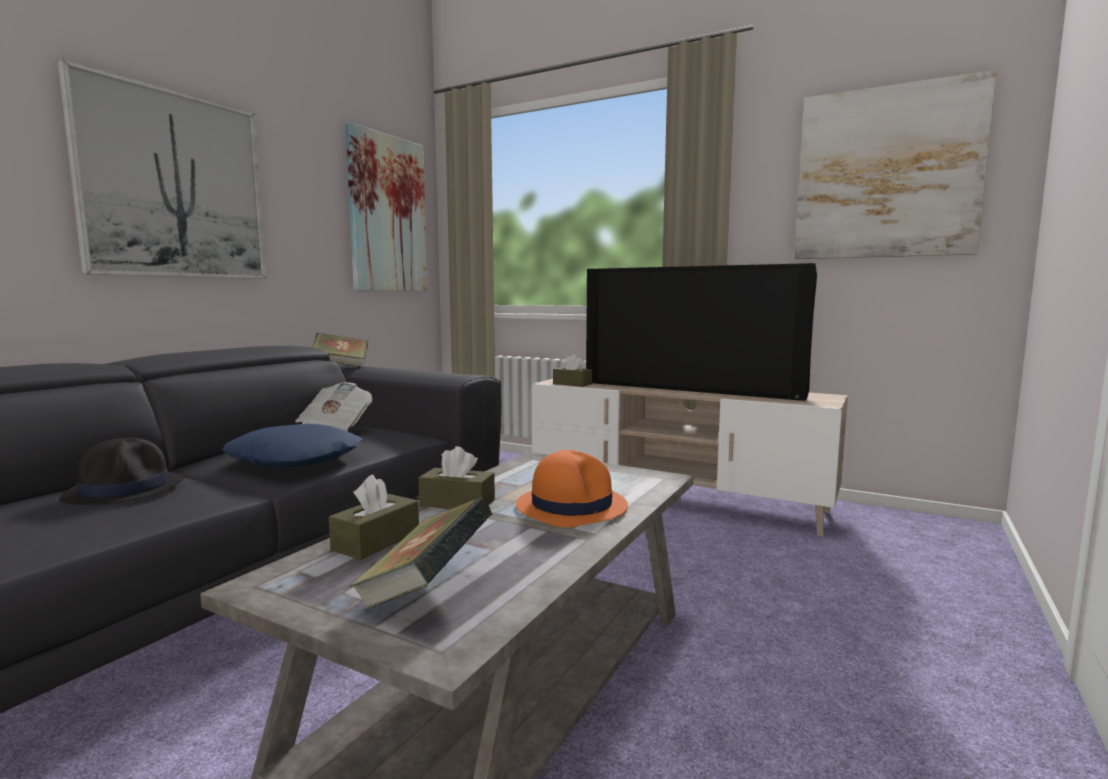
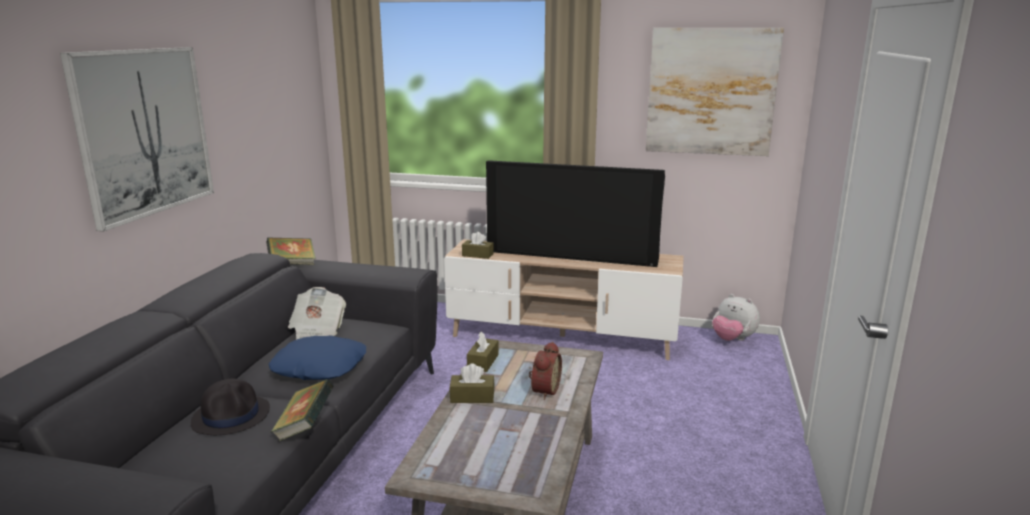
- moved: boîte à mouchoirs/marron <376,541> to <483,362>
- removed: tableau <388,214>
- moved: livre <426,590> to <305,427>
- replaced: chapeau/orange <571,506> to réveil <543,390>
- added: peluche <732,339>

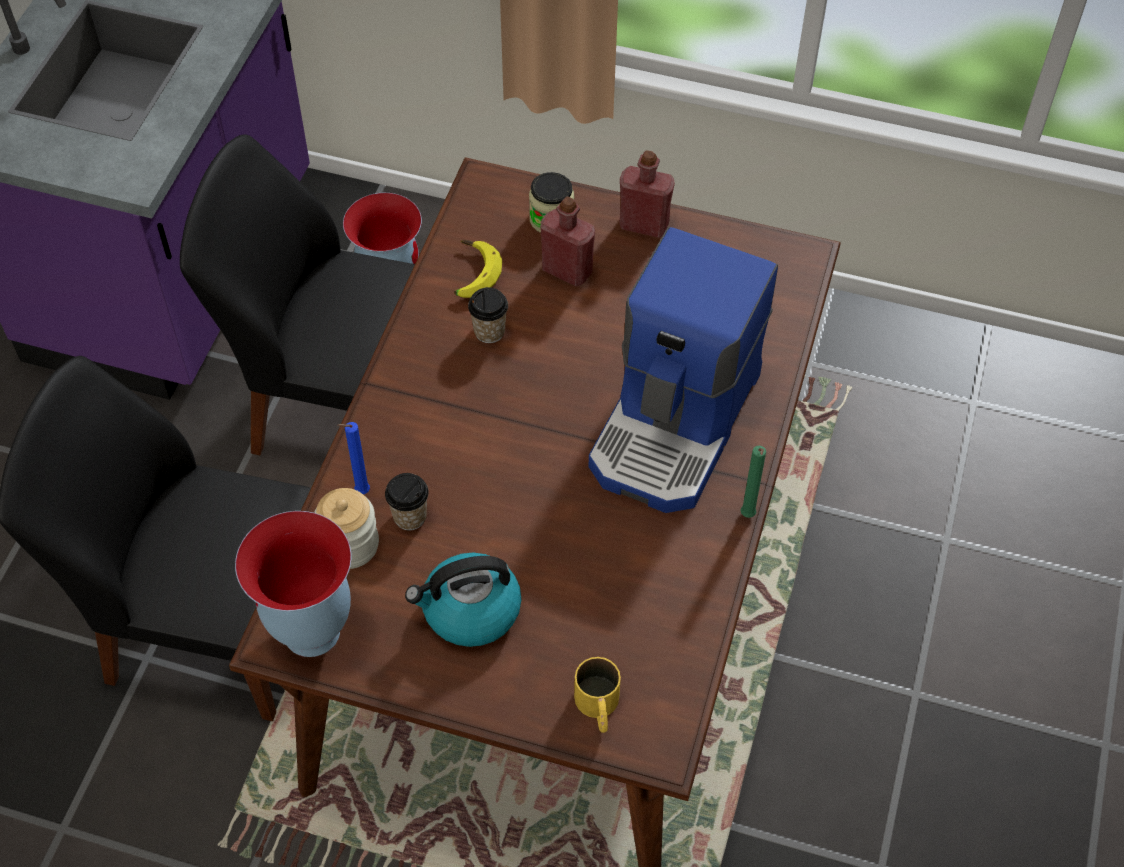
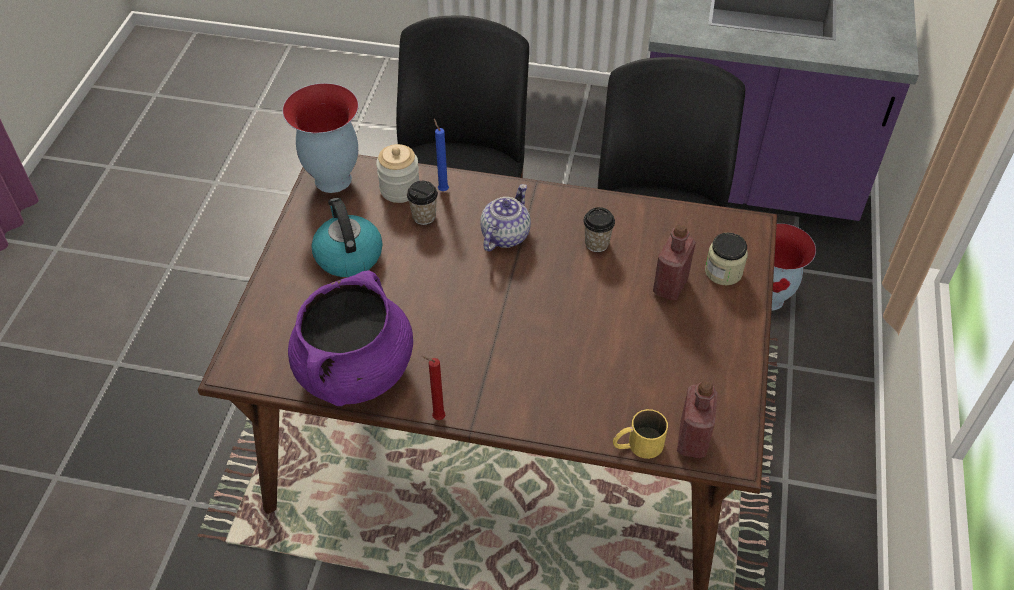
- removed: banane <471,274>
- moved: mug/jaune <598,708> to <637,445>
- removed: machine à café <676,424>
- moved: bouteille/rouge <644,225> to <692,439>
- recoloured: bougie/vert <747,517> to bougie/rouge <436,417>
- added: marmite/violet <355,371>
- added: théière <505,235>

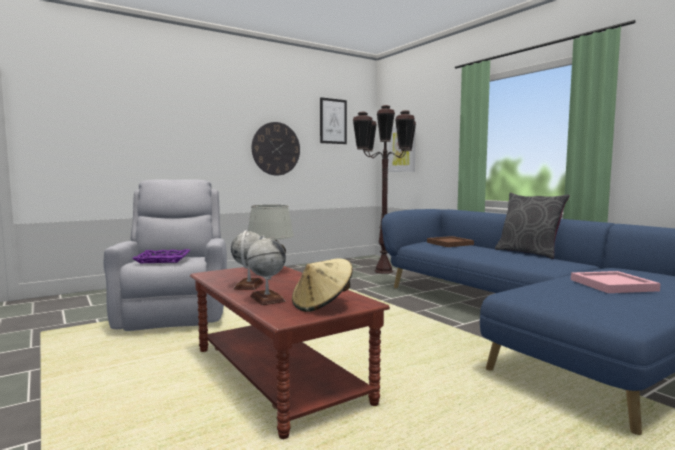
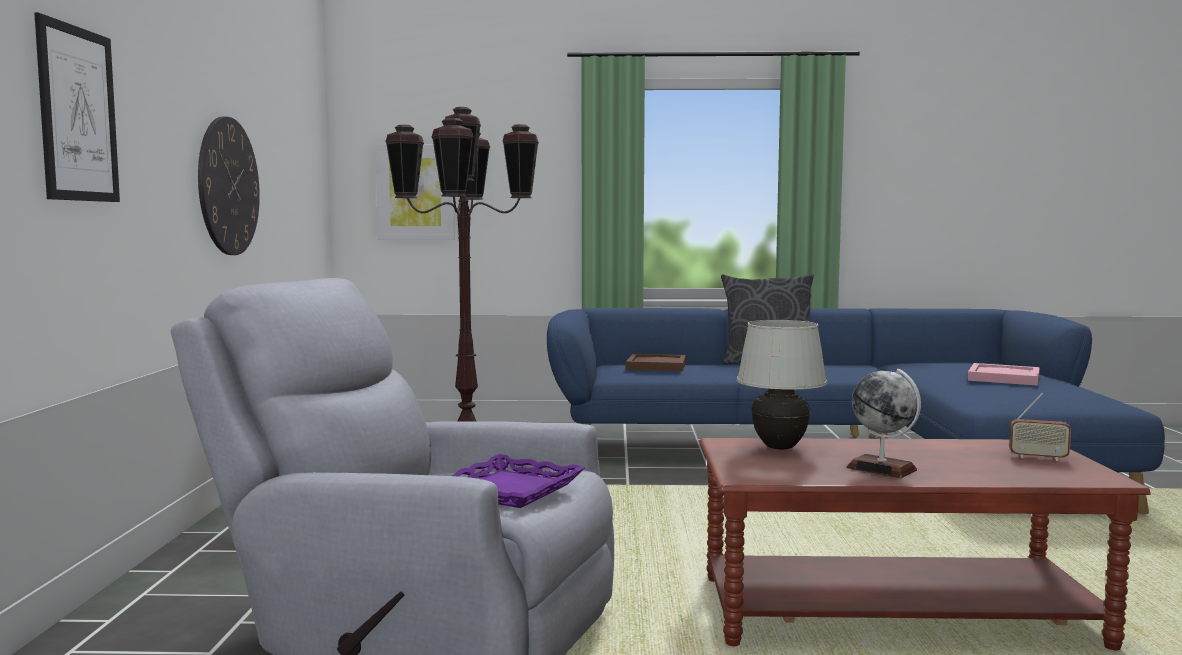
- removed: globe <267,299>
- replaced: chapeau/beige <322,305> to radio <1038,458>
- moved: tableau <333,121> to <78,114>

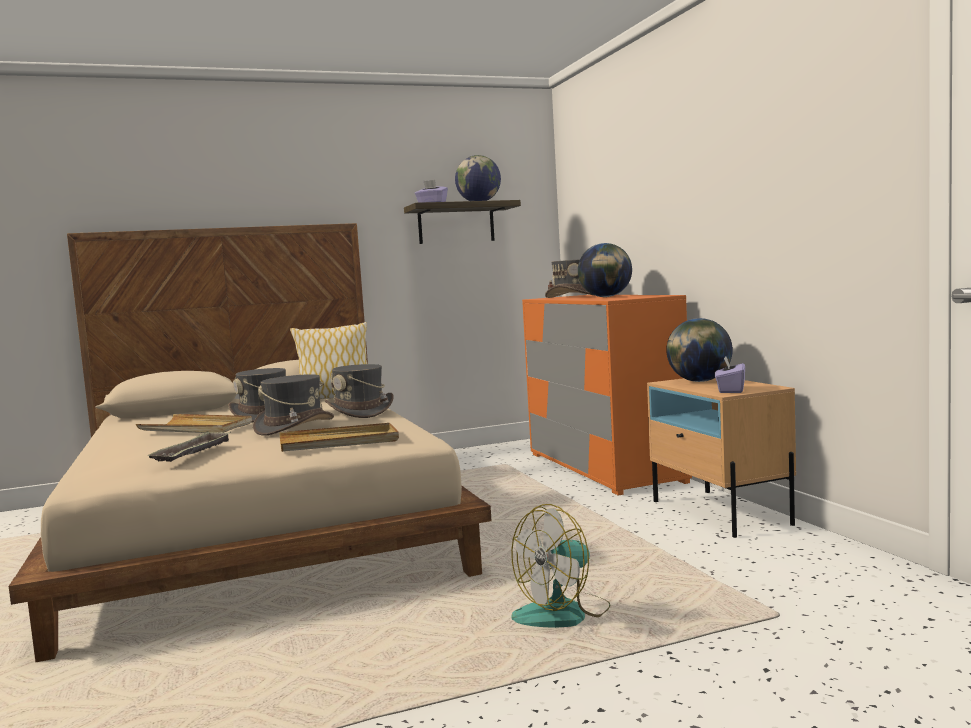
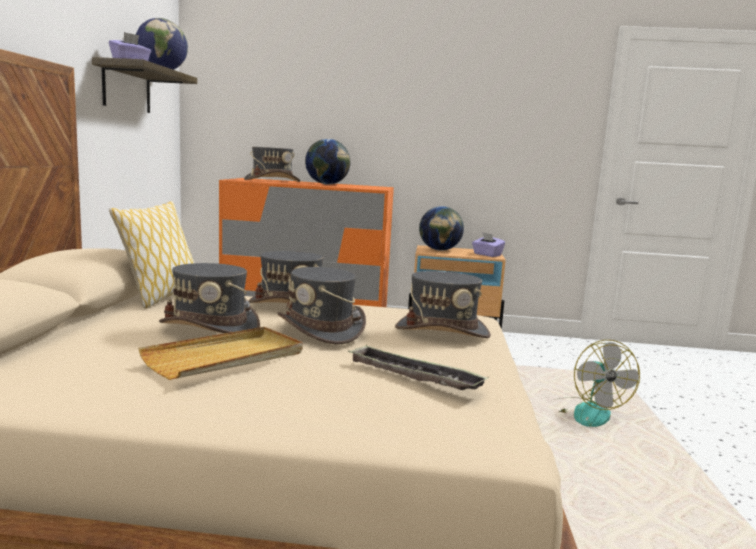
- replaced: plateau/beige <339,442> to chapeau/gris <442,331>

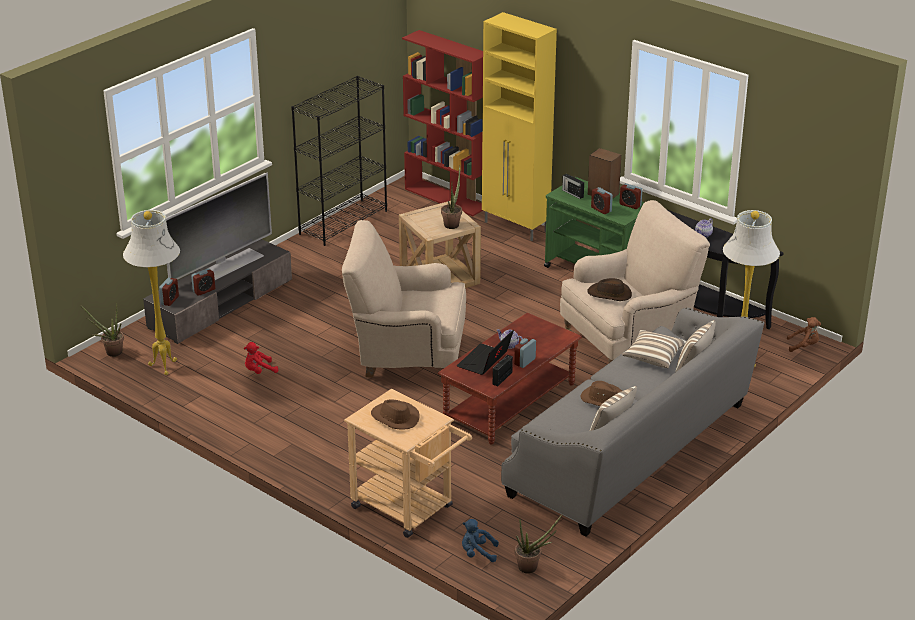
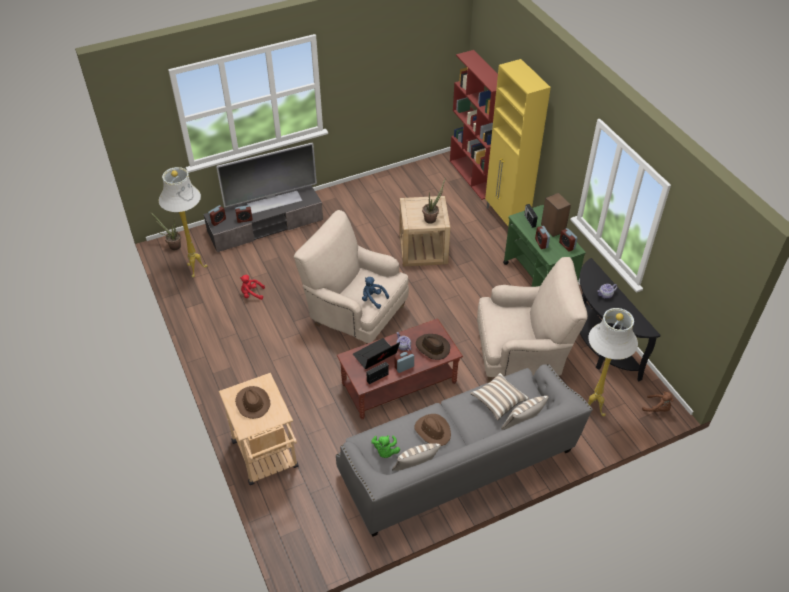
- removed: bibliothèque/noir <343,222>
- moved: peluche/bleu <477,553> to <373,299>
- removed: plante en pot <532,567>
- moved: chapeau/marron <609,294> to <432,348>
- added: peluche/vert <385,451>

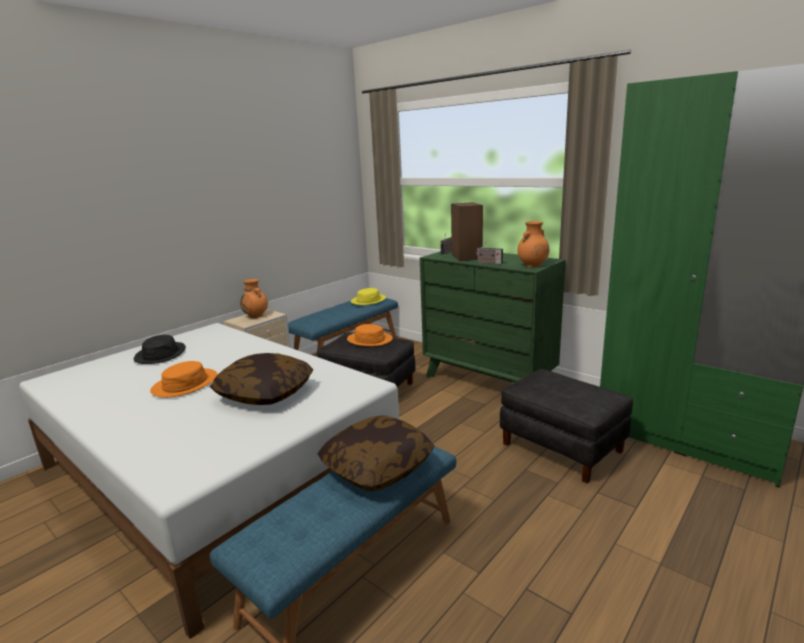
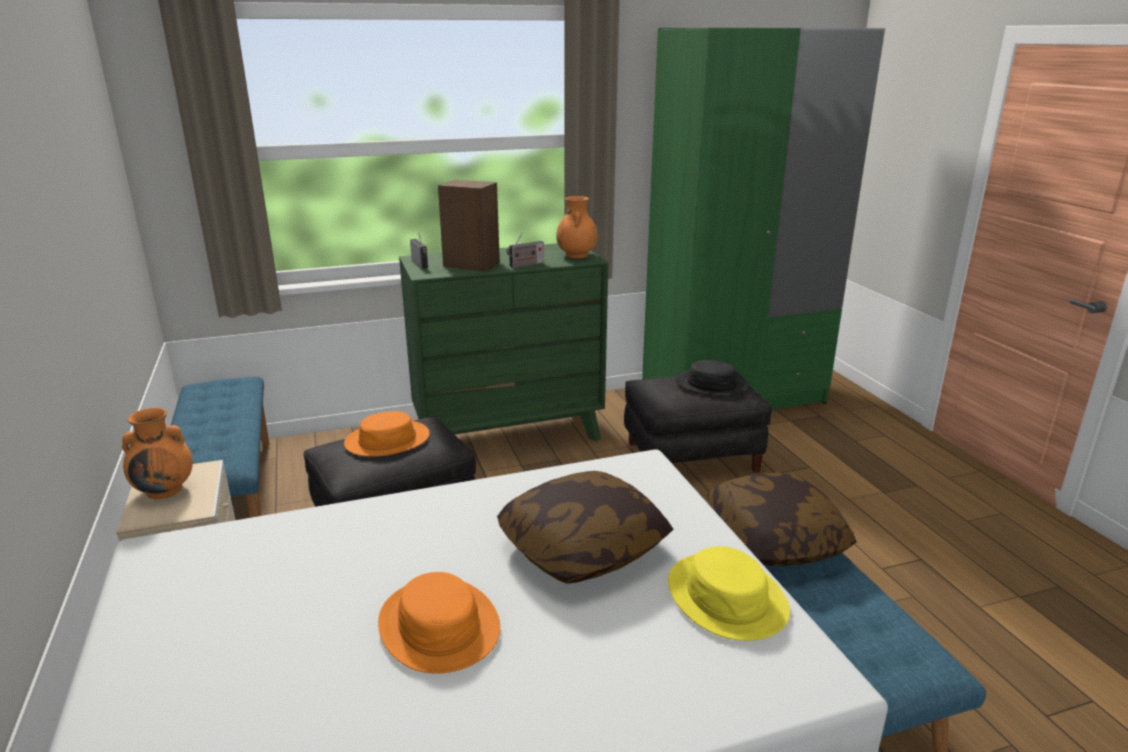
- moved: chapeau/noir <160,354> to <711,384>
- moved: chapeau/jaune <368,300> to <727,597>

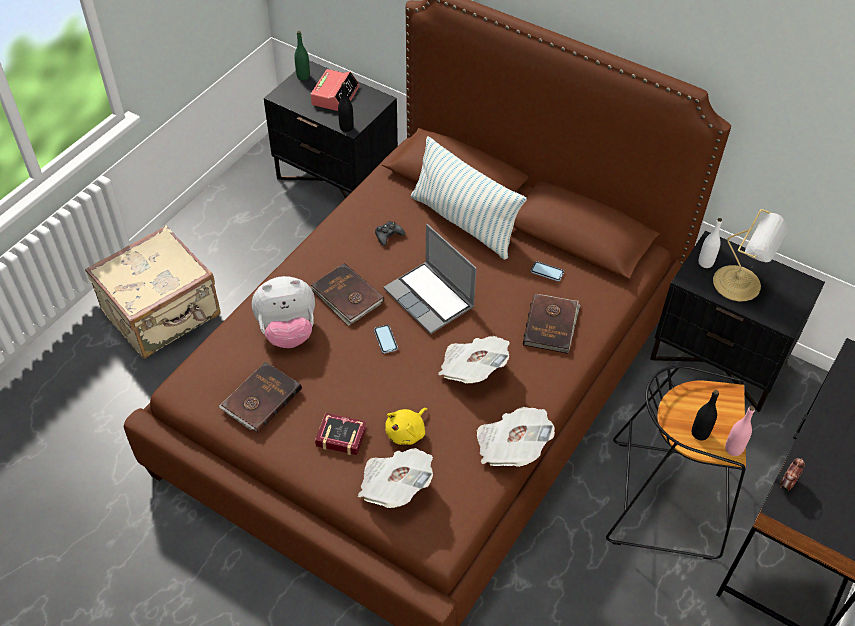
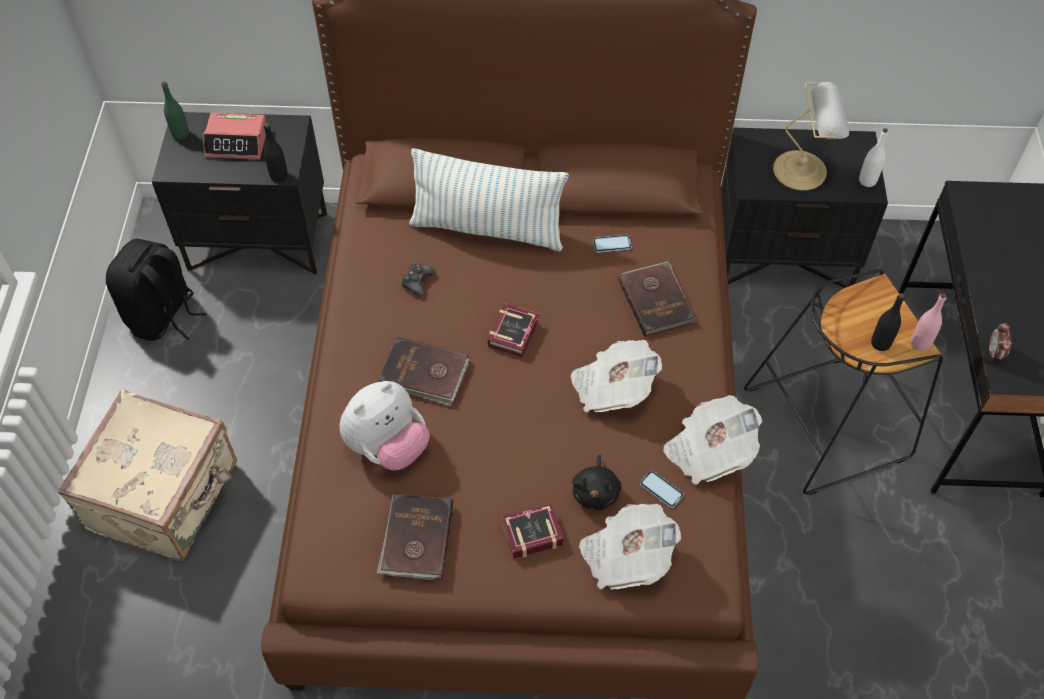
- turned: réveil <335,96> = <237,142> 105 degrees clockwise
- moved: téléphone <385,339> to <661,490>
- replaced: ordinateur portable <430,299> to livre <515,332>
- recoloured: peluche/jaune <407,432> to peluche/noir <596,491>
- moved: bouteille/blanc <705,263> to <867,181>
- added: sac à dos/noir <163,316>

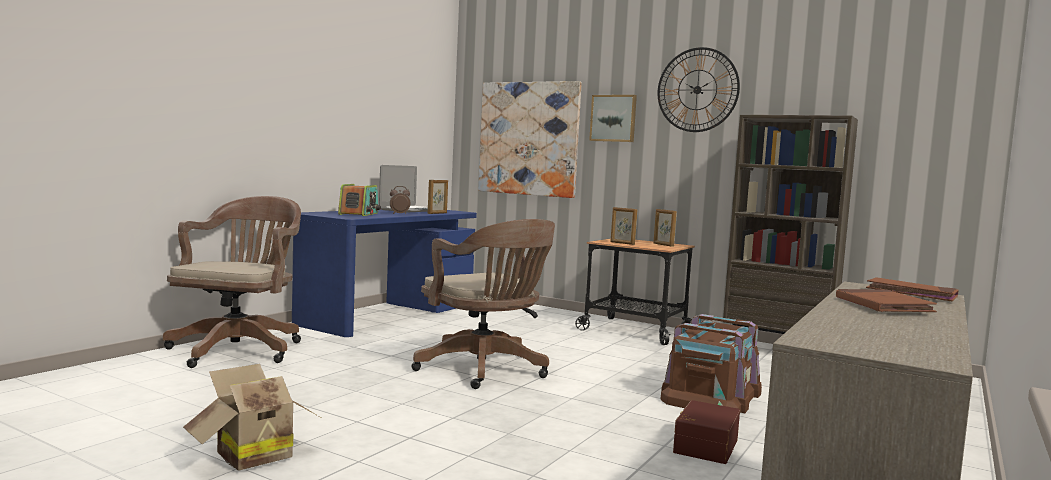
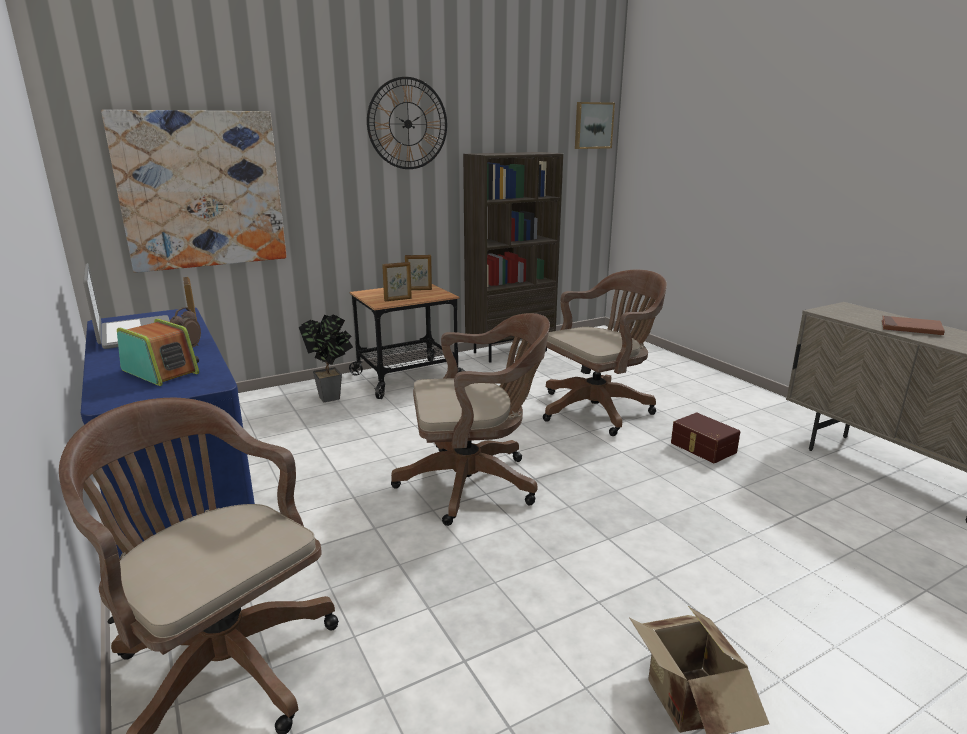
- moved: tableau <613,118> to <593,125>
- replaced: boîte de rangement/marron <712,395> to chaise de bureau/marron <599,409>
- removed: livre/marron <911,294>
- added: plante en pot <333,398>

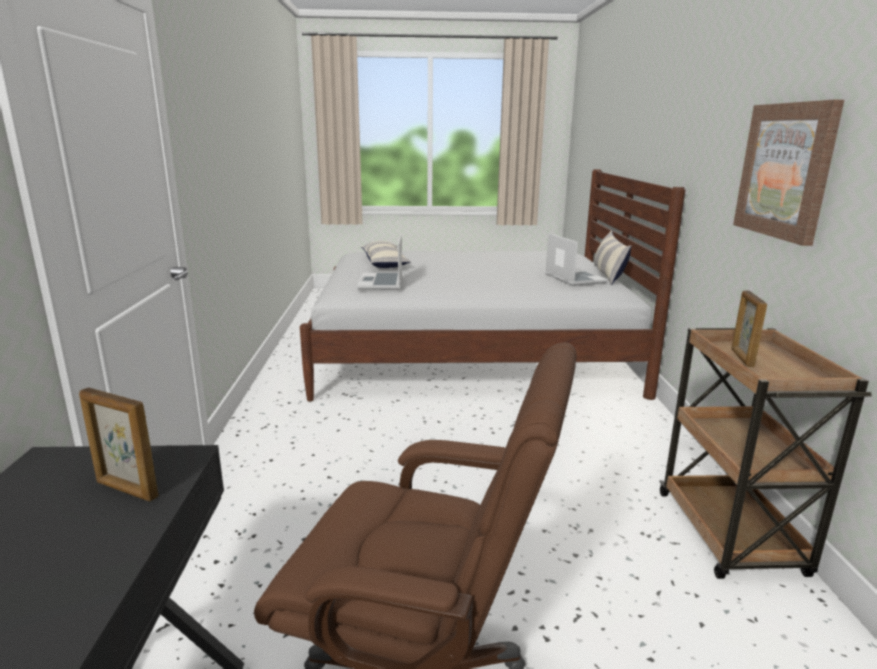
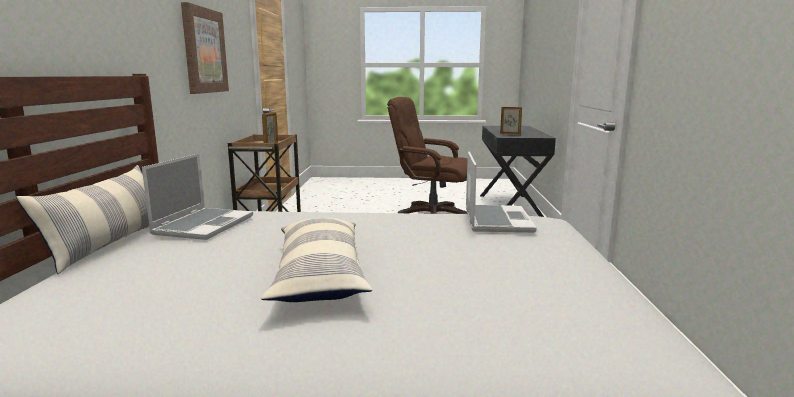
- moved: coussin <384,263> to <319,275>
- turned: ordinateur portable <573,278> = <203,225> 150 degrees counterclockwise

